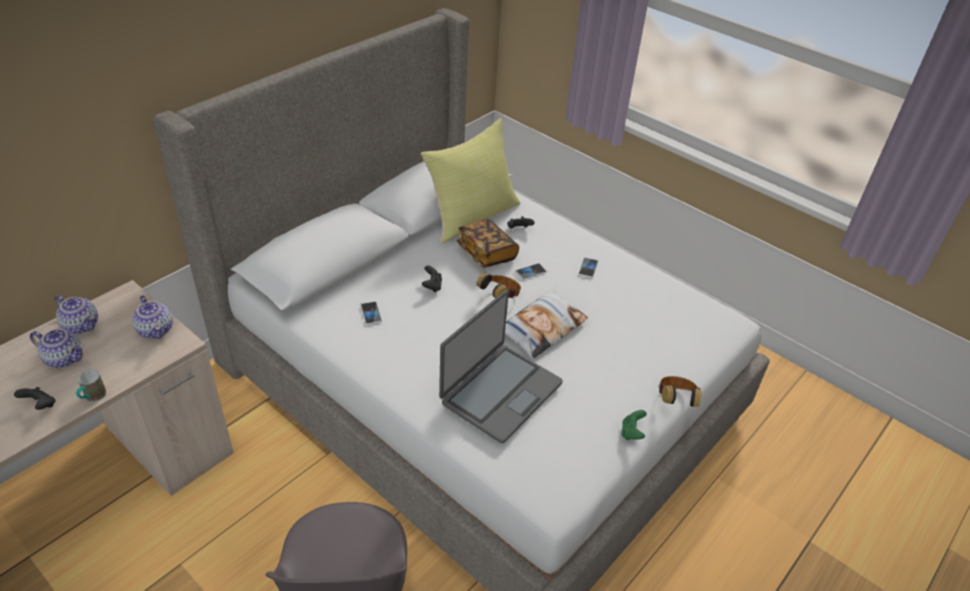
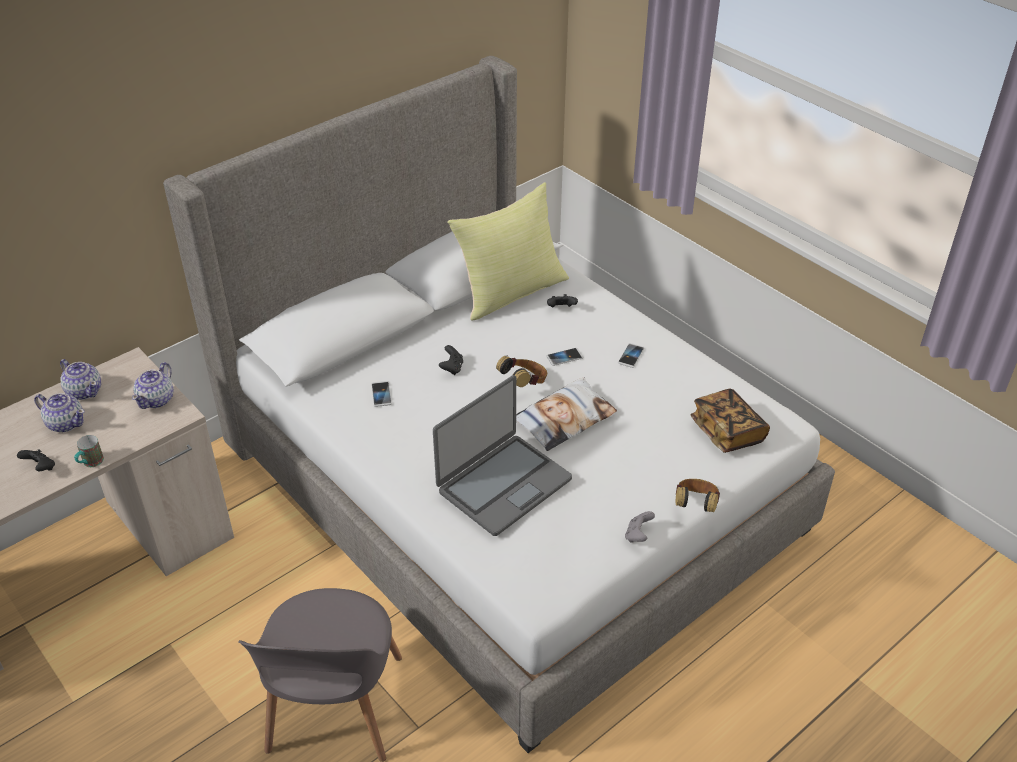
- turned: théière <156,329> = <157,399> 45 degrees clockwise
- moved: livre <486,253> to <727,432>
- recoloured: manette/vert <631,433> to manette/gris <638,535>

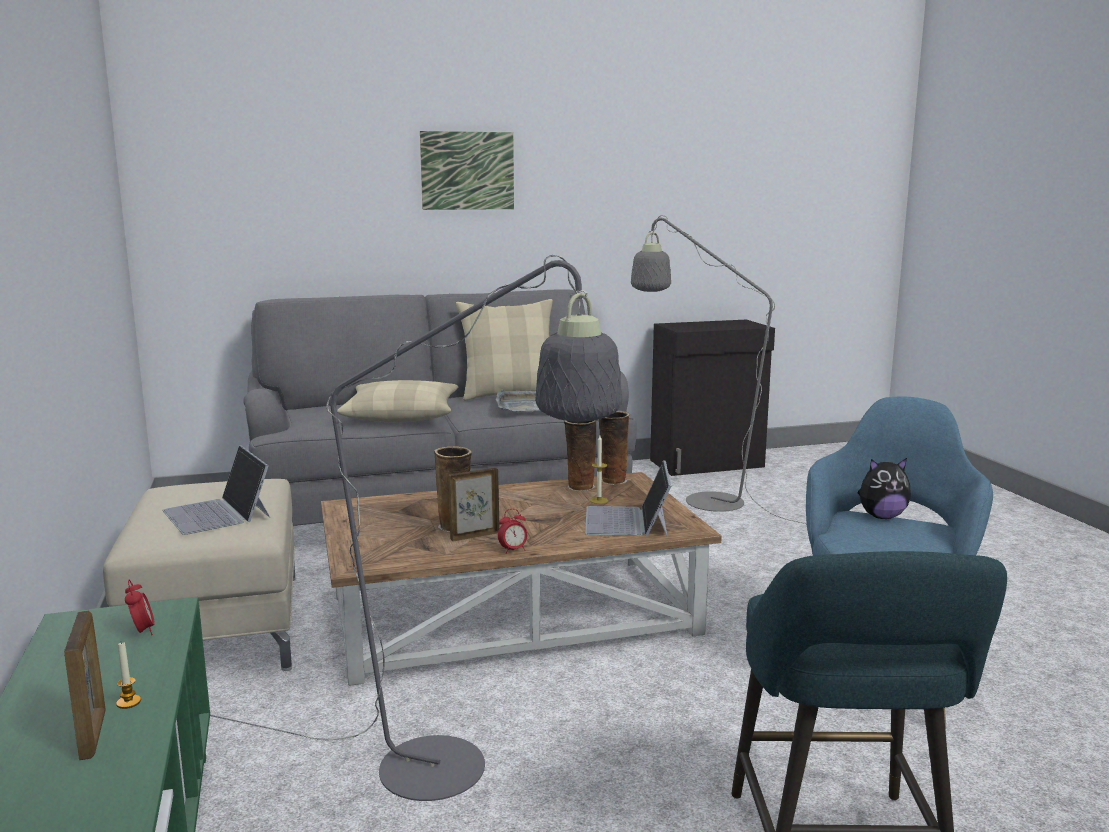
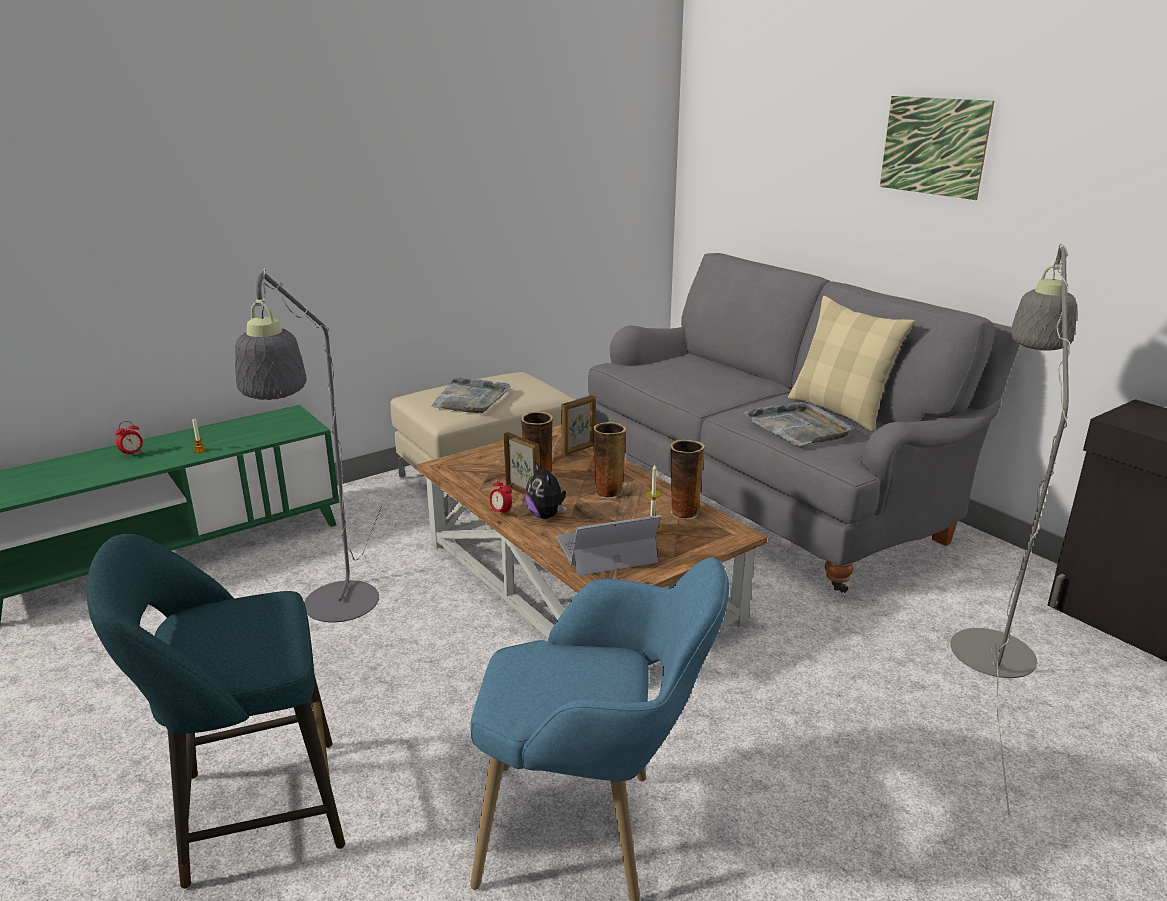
- moved: cadre photo <93,734> to <579,450>
- moved: réveil <142,631> to <132,454>
- replaced: ordinateur portable <218,513> to plateau/gris <470,399>
- removed: coussin/beige <401,415>
- moved: vase <612,480> to <608,492>
- moved: peluche <881,516> to <546,515>

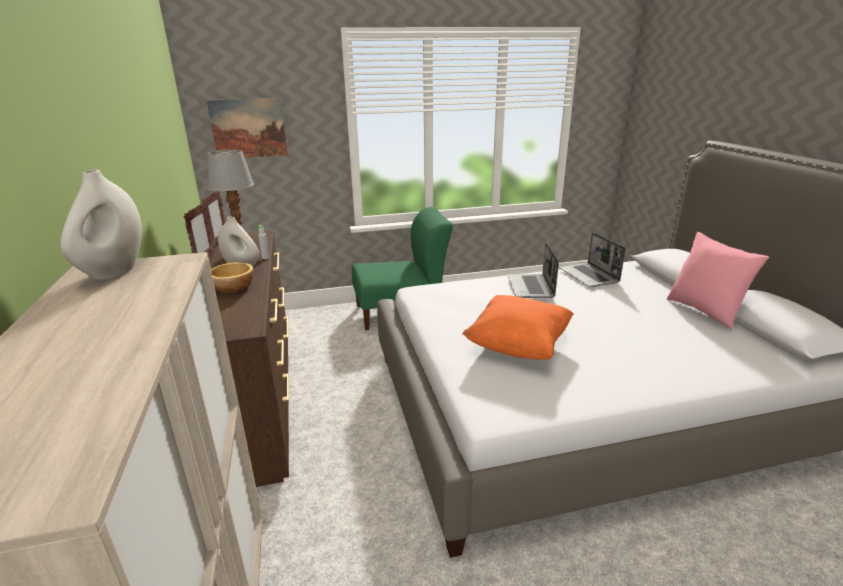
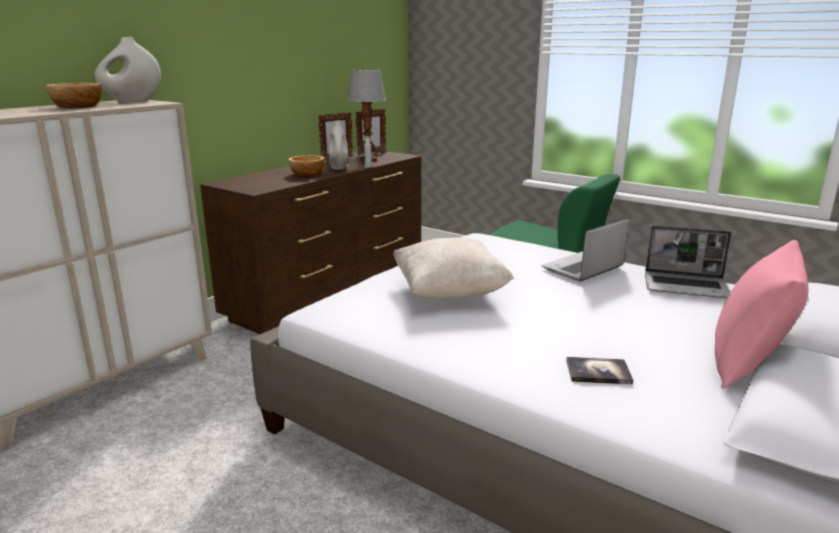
- removed: tableau <248,128>
- recoloured: coussin/orange <518,346> to coussin/beige <449,293>
- turned: ordinateur portable <589,276> = <686,286> 105 degrees counterclockwise
- added: bol <79,106>
- added: livre <598,372>

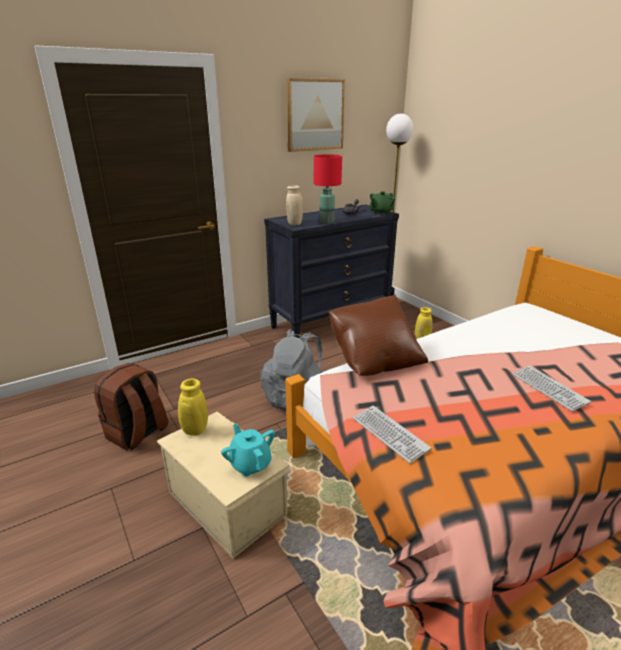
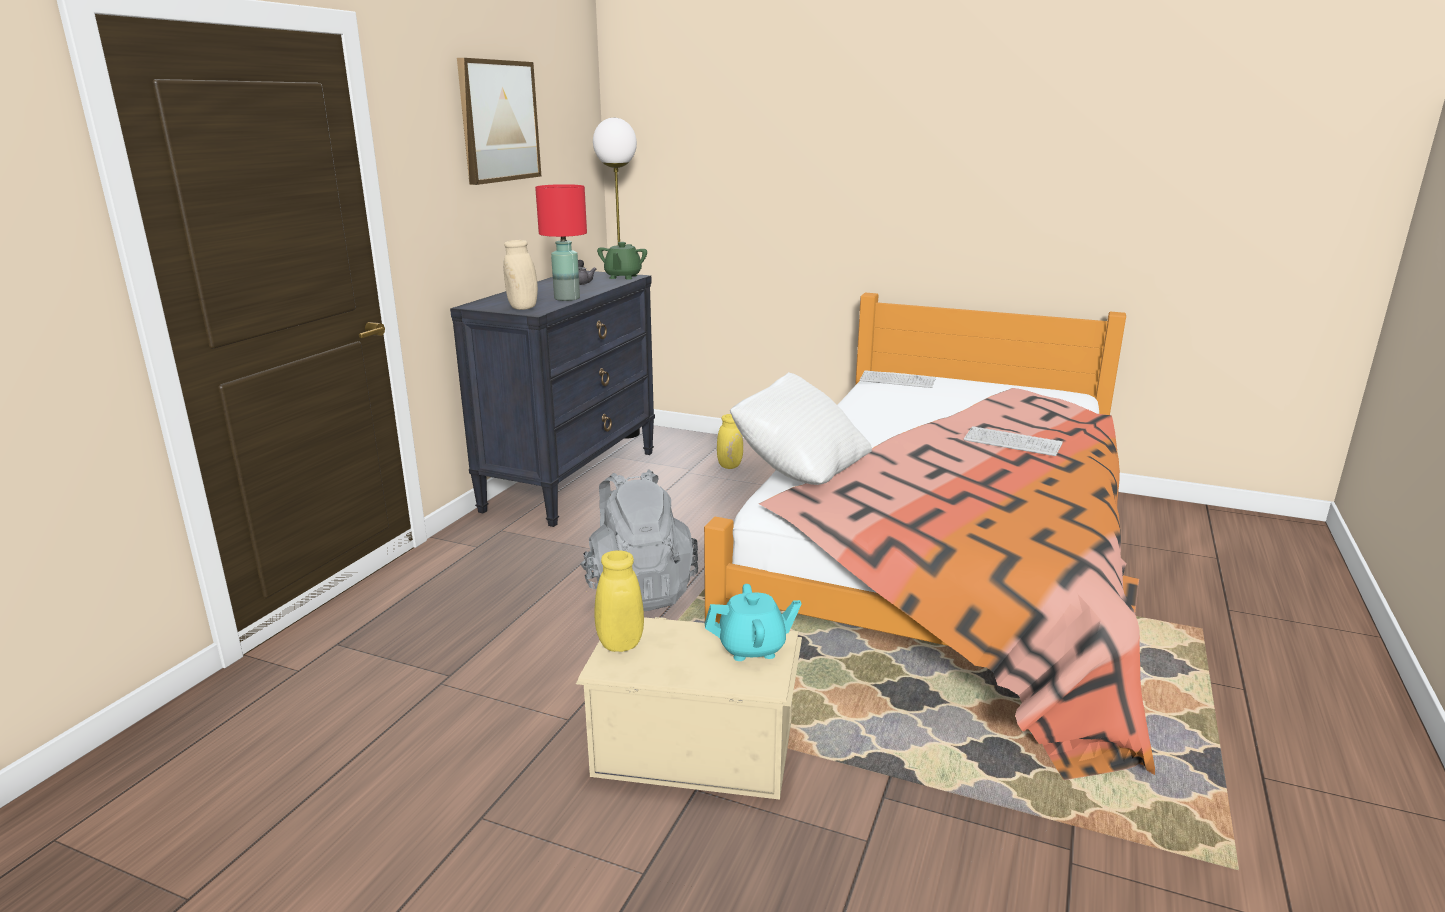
- removed: sac à dos/marron <137,433>
- turned: théière/turquoise <250,464> = <752,648> 150 degrees clockwise
- recoloured: coussin/marron <374,360> to coussin/blanc <799,470>
- moved: clavier <390,434> to <897,381>

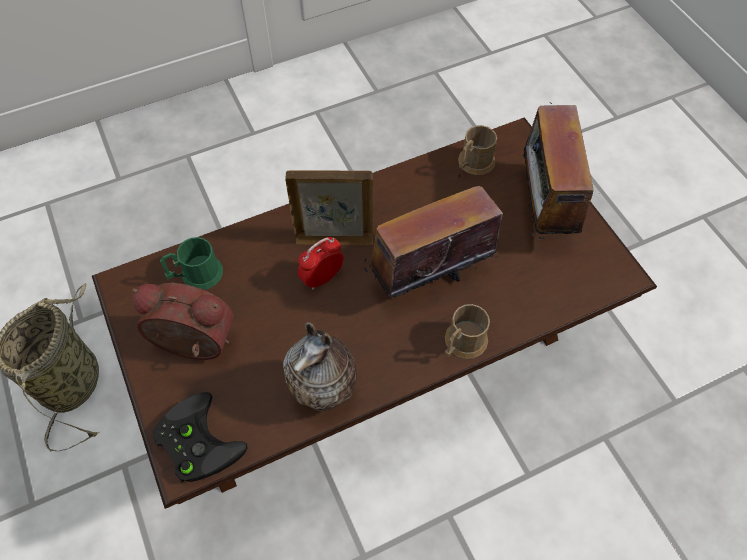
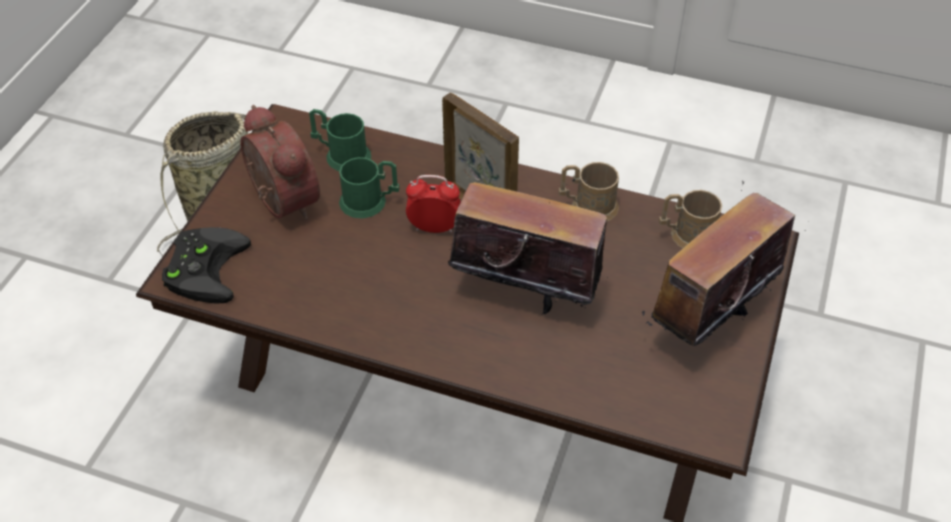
- removed: vase <326,393>
- moved: mug/marron <462,343> to <588,206>
- added: mug/vert <369,202>

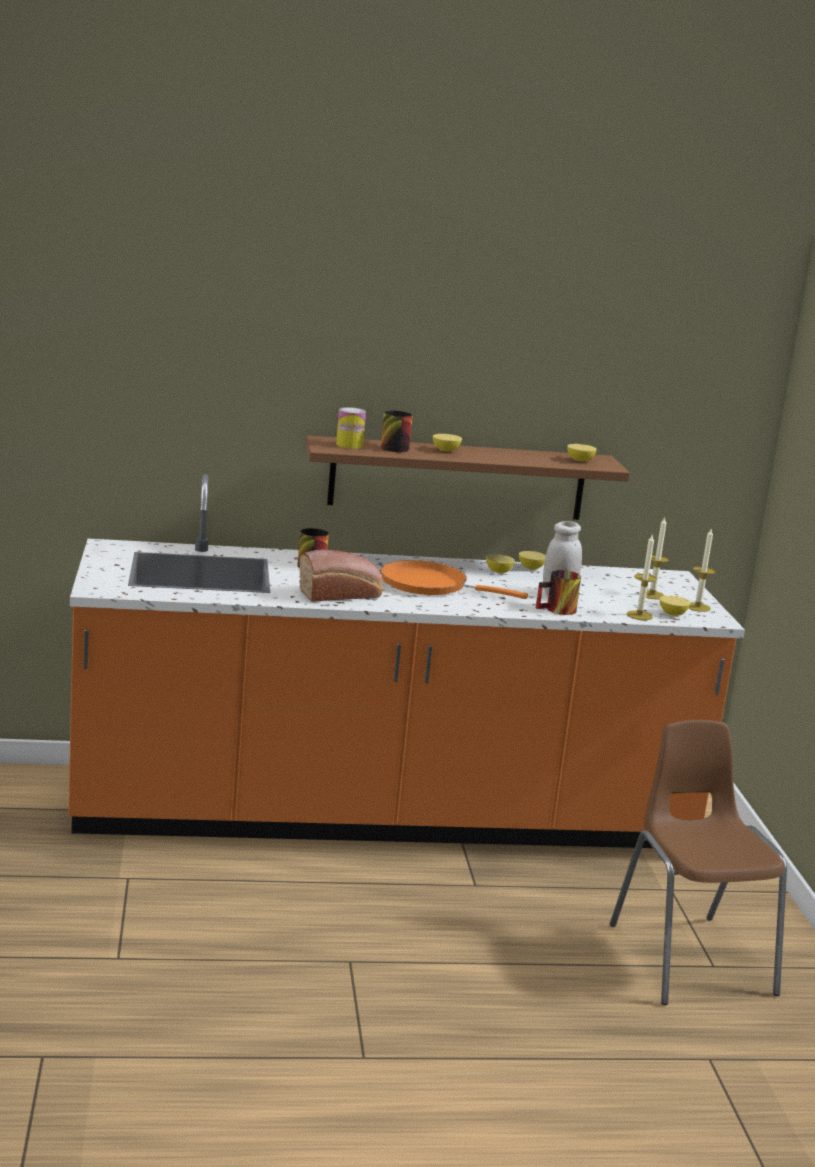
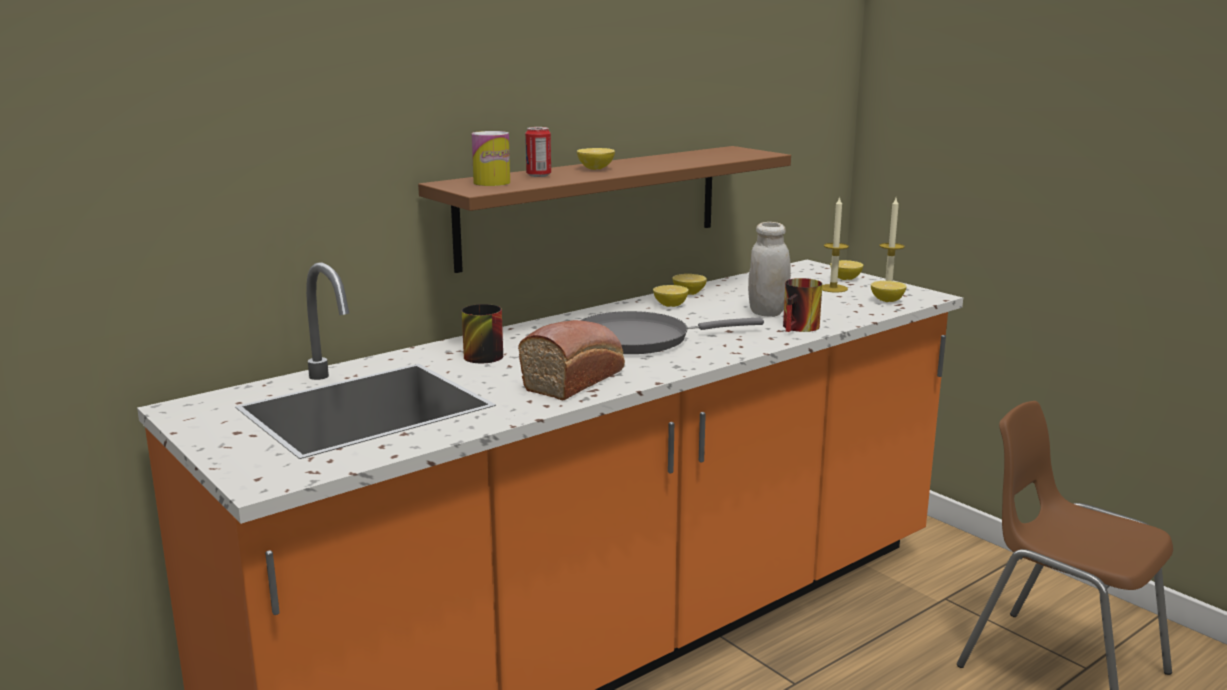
- recoloured: poêle/orange <430,585> to poêle/gris <640,339>
- replaced: mug <393,447> to boîte métallique <538,175>
- moved: citron <580,460> to <845,279>
- removed: bougie <639,615>

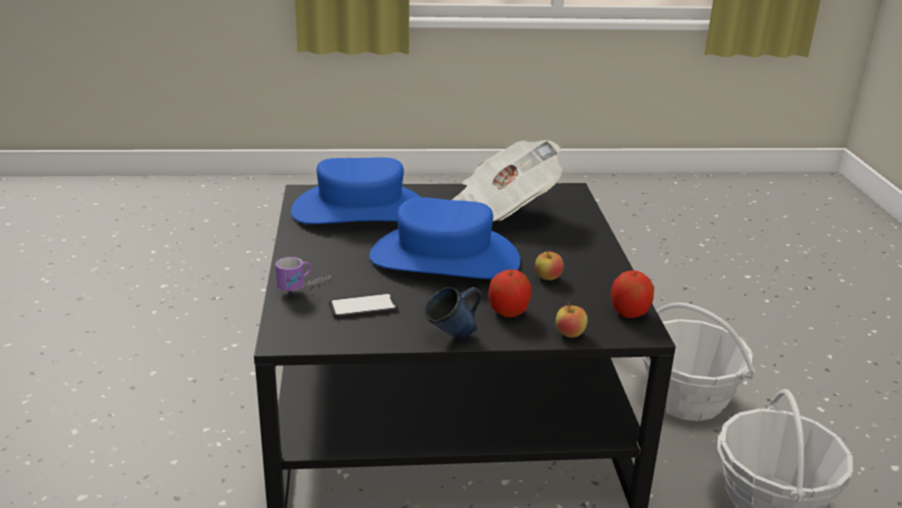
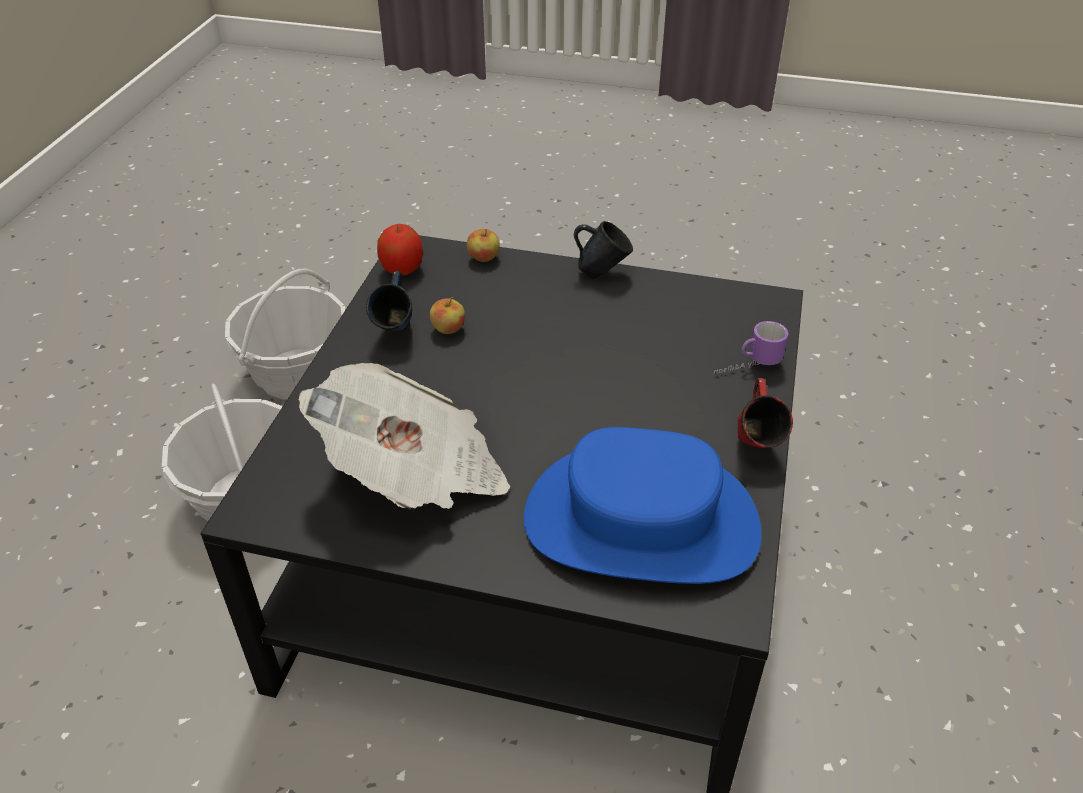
- removed: téléphone <363,306>
- removed: chapeau/bleu <444,258>
- removed: pomme <508,312>
- added: mug/bleu <396,334>
- added: mug/rouge <755,448>

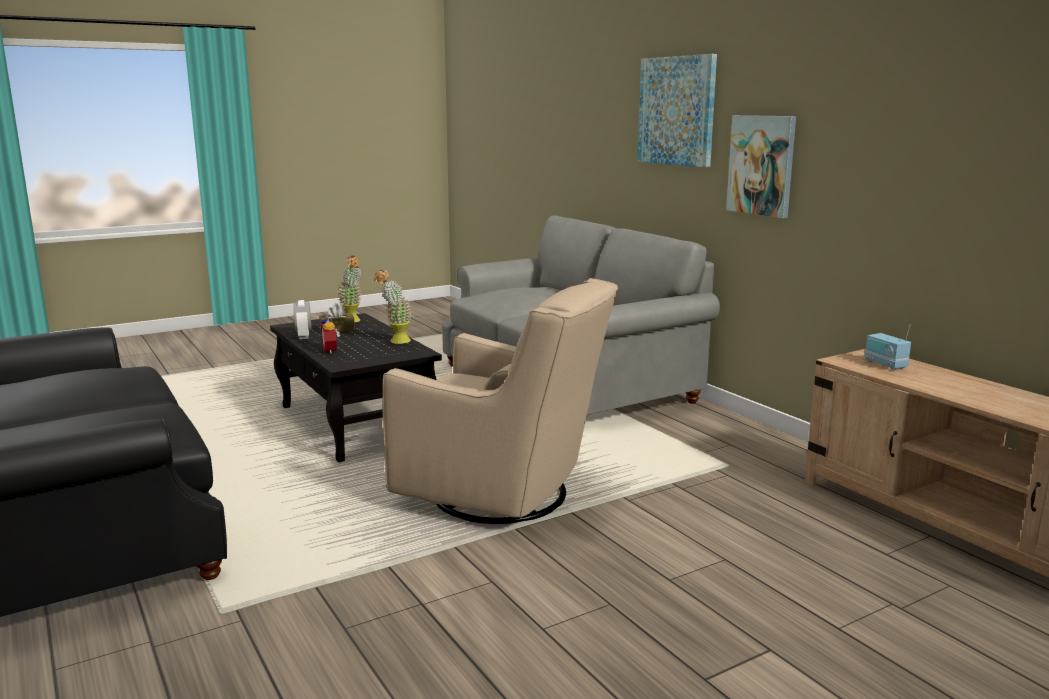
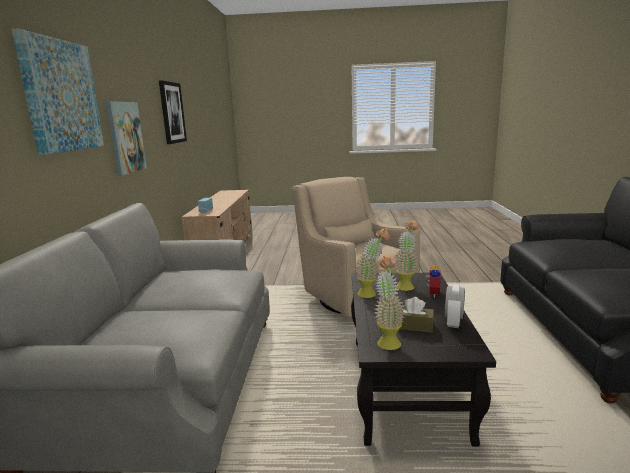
- added: tableau <172,113>
- added: plante en pot <406,285>

